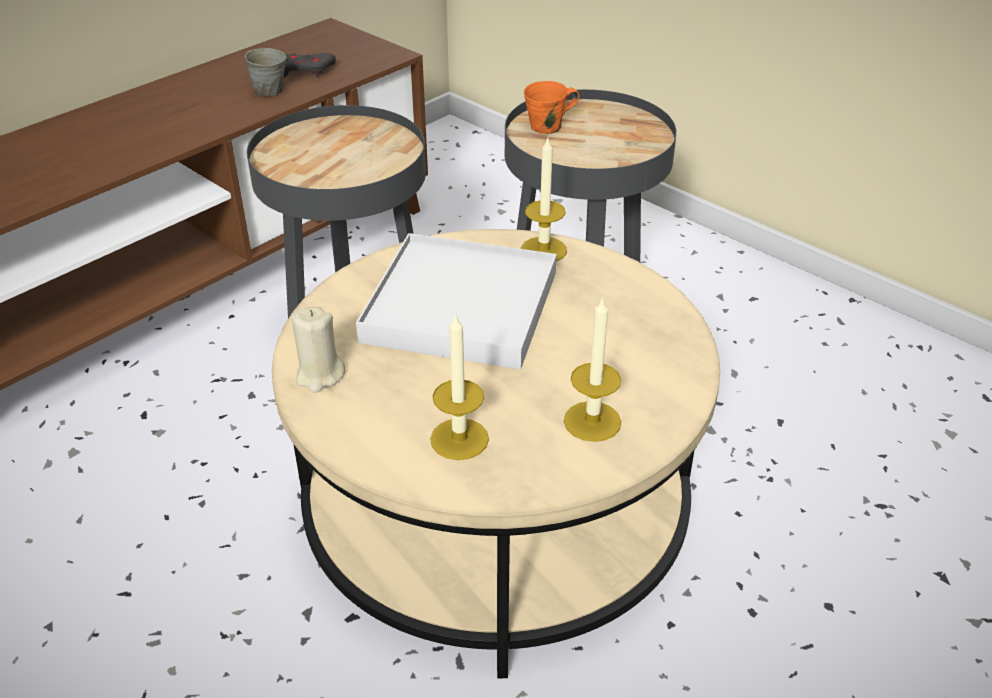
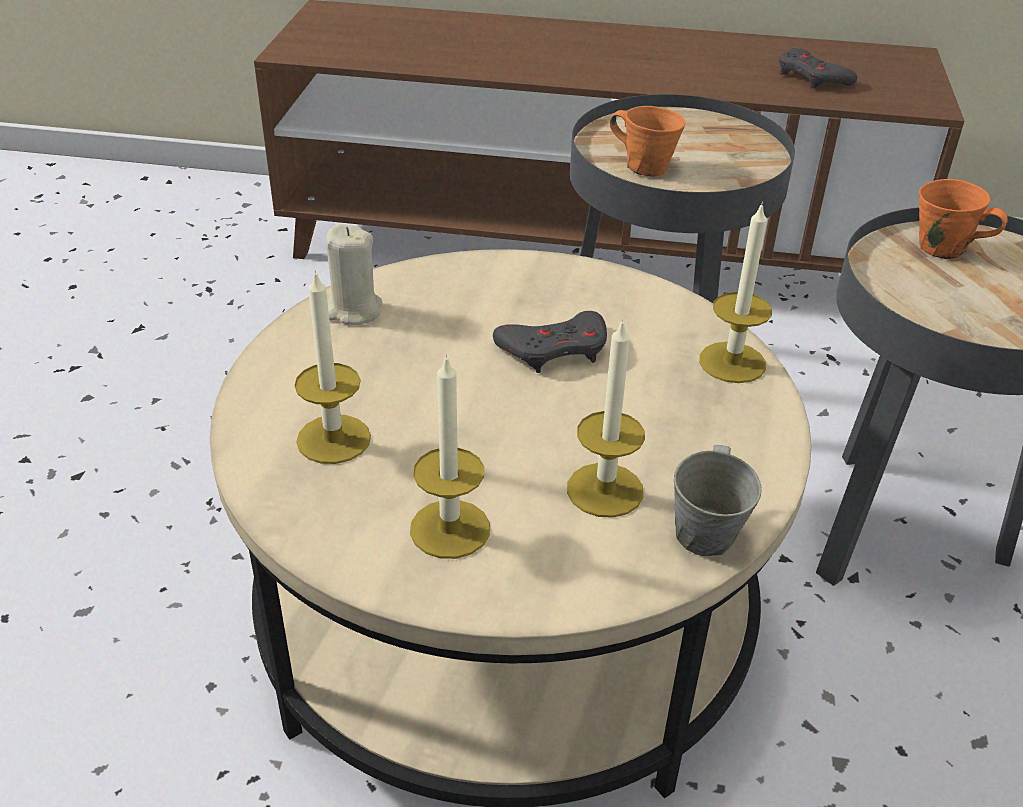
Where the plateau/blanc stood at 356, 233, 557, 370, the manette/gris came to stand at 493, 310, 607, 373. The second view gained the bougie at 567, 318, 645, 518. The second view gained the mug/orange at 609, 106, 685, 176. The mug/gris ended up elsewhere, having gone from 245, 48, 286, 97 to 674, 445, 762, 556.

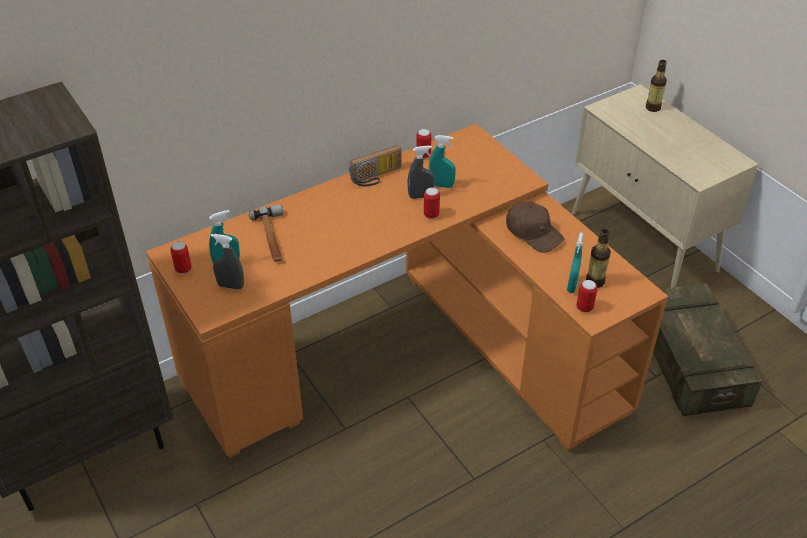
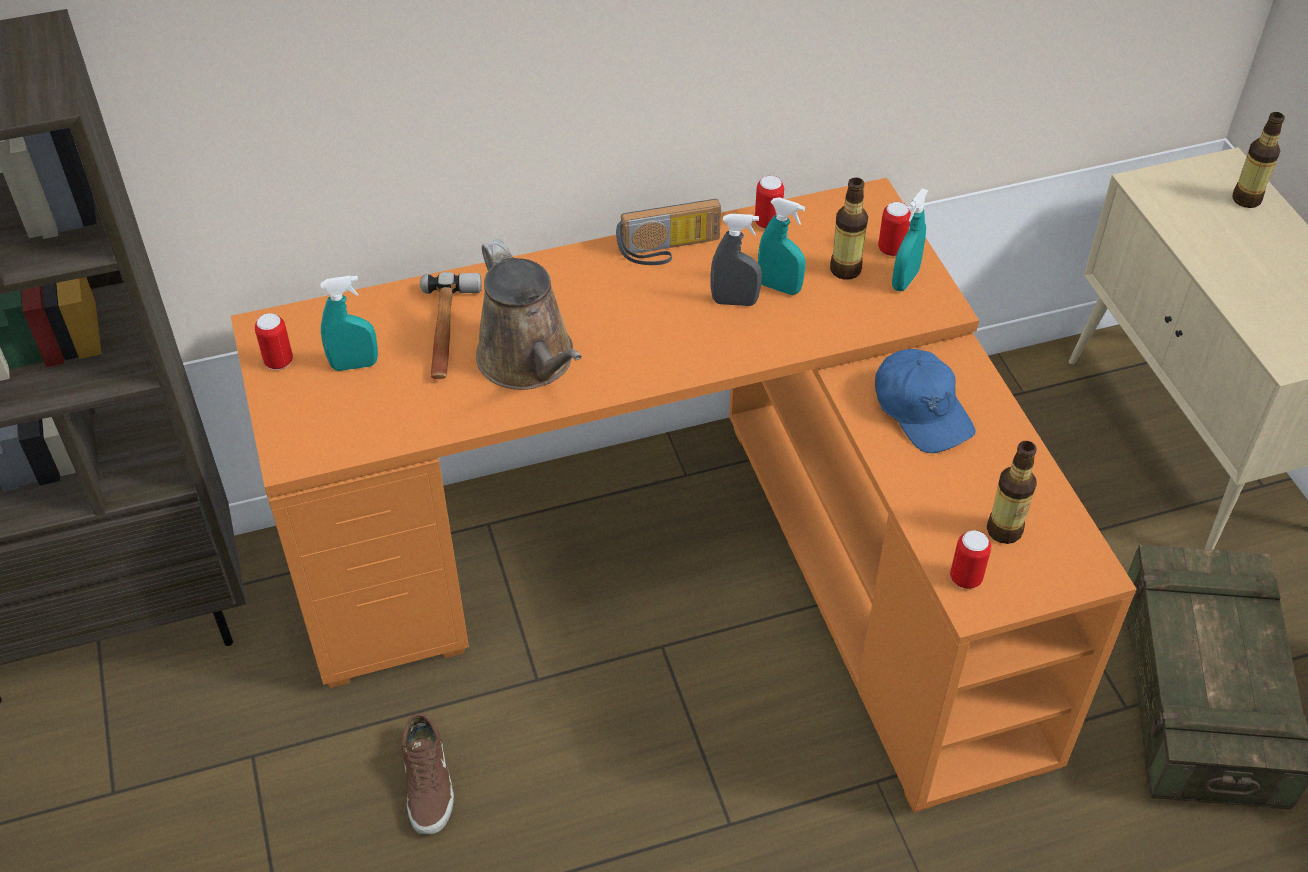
The second view gained the chaussure/marron at 401, 713, 454, 835. The second view gained the arrosoir/marron at 476, 239, 582, 390. The second view gained the bouteille at 830, 177, 868, 280. What was the casquette/marron at 506, 202, 564, 253 turned into the casquette/bleu at 875, 349, 976, 453. The boîte métallique ended up elsewhere, having gone from 424, 188, 440, 218 to 878, 202, 911, 256. The vaporisateur/turquoise ended up elsewhere, having gone from 567, 232, 584, 293 to 892, 188, 928, 291. The second view lost the vaporisateur/gris at 211, 234, 244, 290.

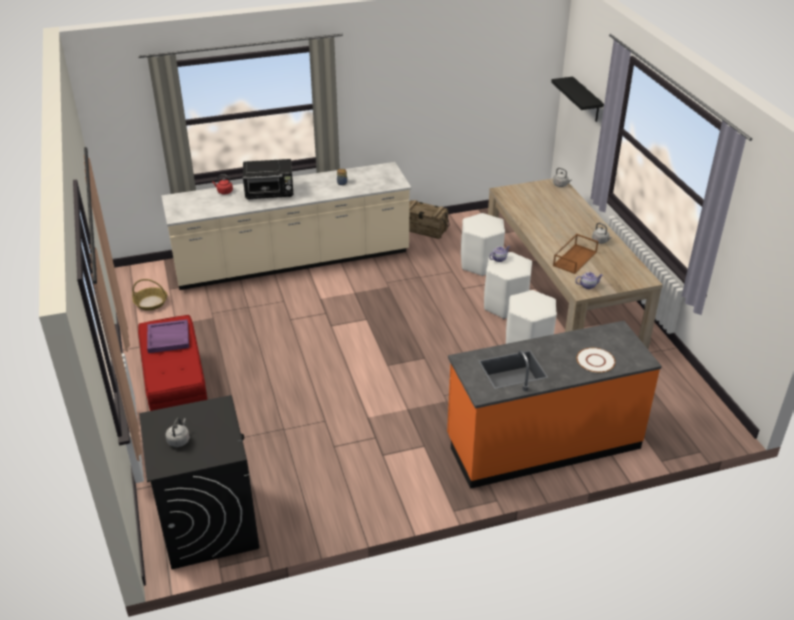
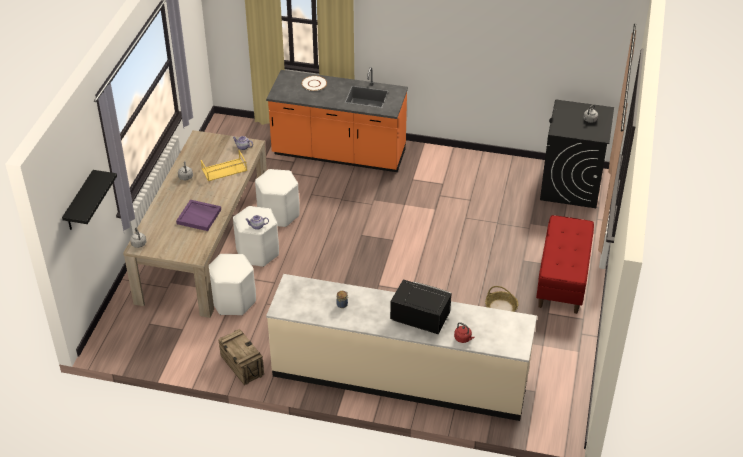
The plateau/violet ended up elsewhere, having gone from 147, 320, 189, 353 to 176, 200, 221, 231. What was the plateau/marron at 553, 234, 598, 274 turned into the plateau/jaune at 201, 150, 247, 181. The panier ended up elsewhere, having gone from 132, 279, 168, 311 to 485, 286, 518, 312.

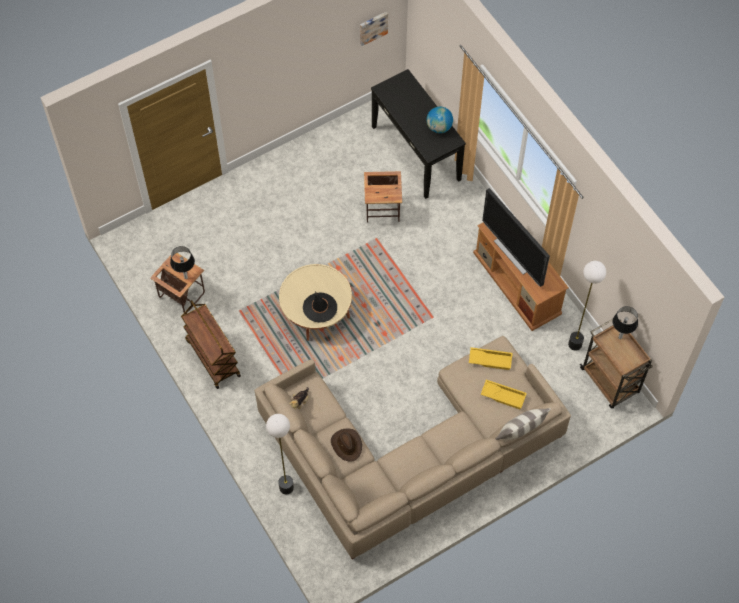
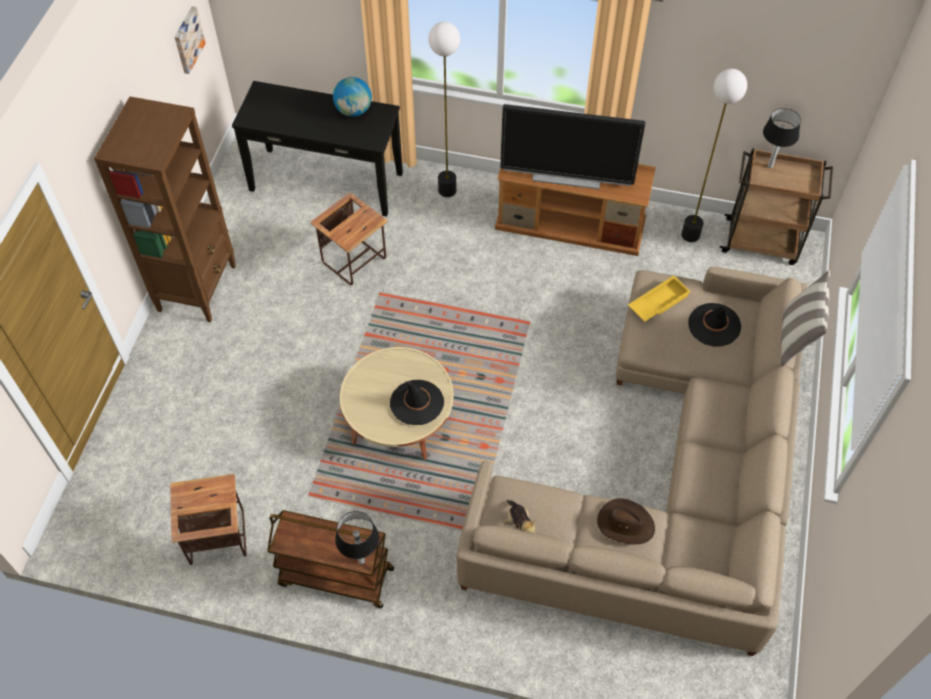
The second view gained the bibliothèque/marron at 94, 96, 236, 322. The lampe de table ended up elsewhere, having gone from 170, 246, 195, 279 to 335, 511, 379, 564. The lampadaire ended up elsewhere, having gone from 266, 414, 294, 494 to 428, 22, 460, 197. Where the plateau/jaune stood at 481, 380, 527, 409, the chapeau/noir came to stand at 688, 303, 741, 347.

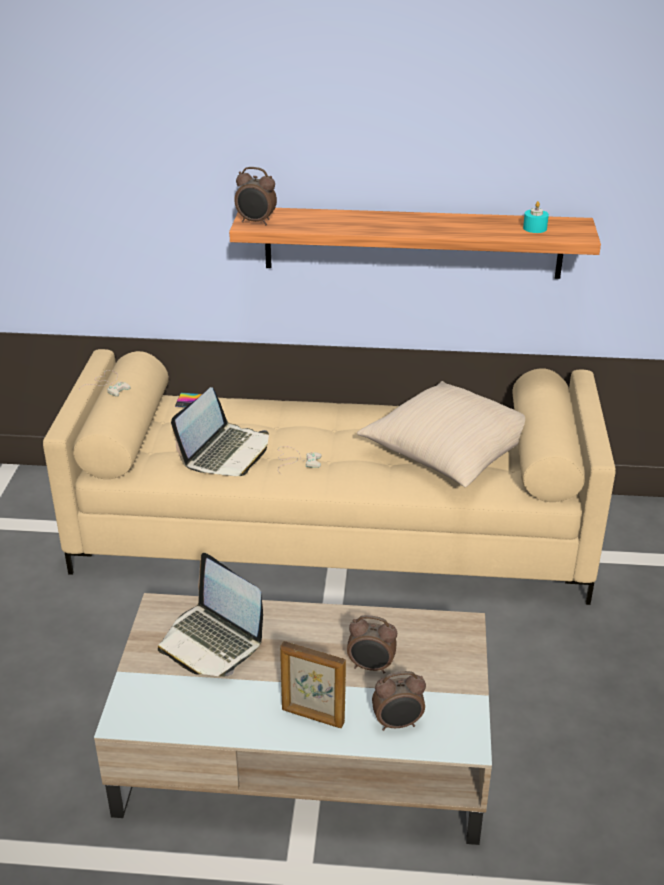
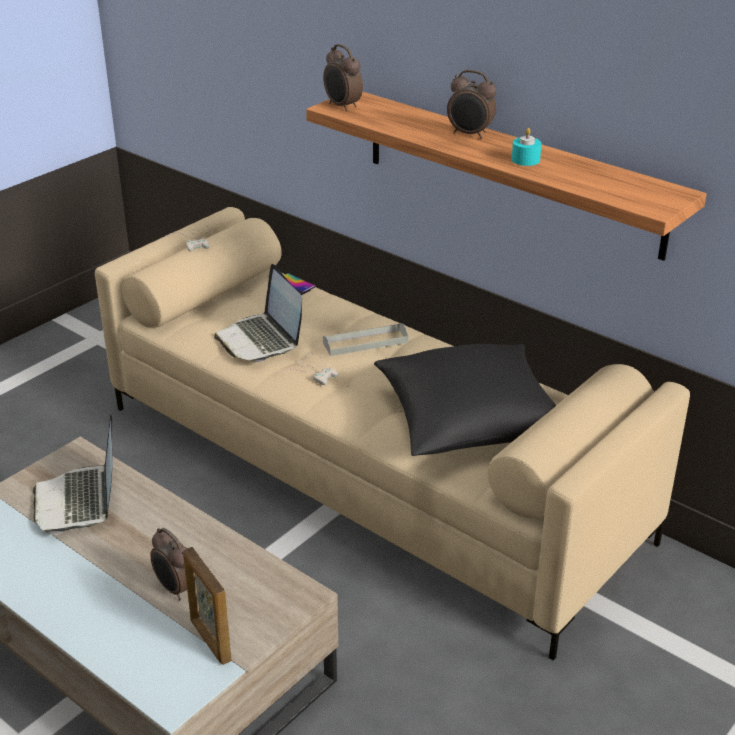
The cadre photo ended up elsewhere, having gone from 280, 641, 346, 728 to 183, 547, 232, 665. The ordinateur portable at 171, 387, 269, 476 ended up facing another way, 90 degrees clockwise from before. The second view gained the plateau/gris at 323, 323, 408, 356. What was the coussin/beige at 357, 381, 525, 487 turned into the coussin/noir at 374, 344, 556, 456. The réveil ended up elsewhere, having gone from 372, 671, 426, 731 to 447, 70, 496, 139. The bougie/turquoise ended up elsewhere, having gone from 523, 201, 549, 233 to 512, 128, 542, 166.

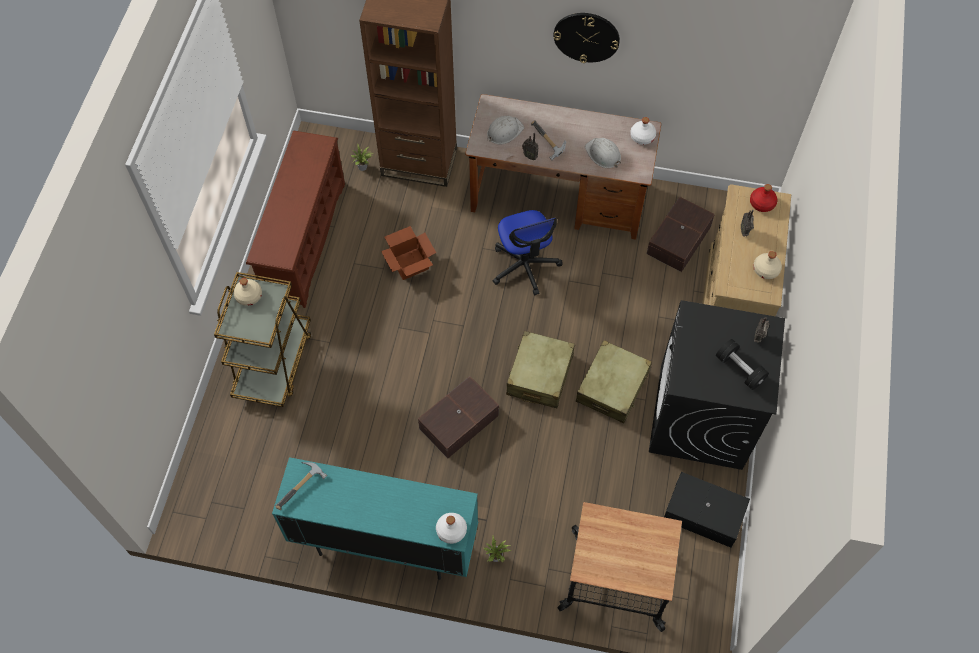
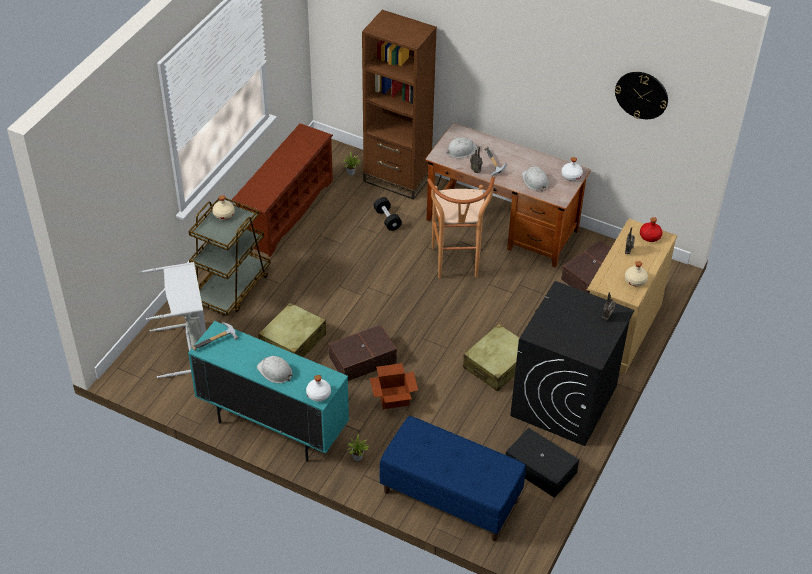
The second view gained the panier à linge/gris at 139, 262, 206, 378. The second view gained the casque de chantier/blanc at 257, 356, 293, 383. The valise/beige ended up elsewhere, having gone from 506, 331, 575, 408 to 258, 303, 326, 357. The carton ended up elsewhere, having gone from 381, 226, 436, 280 to 370, 363, 418, 409. The haltère/noir ended up elsewhere, having gone from 716, 339, 769, 390 to 374, 197, 402, 231. Where the chariot stood at 558, 502, 682, 632, the banc/bleu came to stand at 380, 416, 526, 541. Where the chaise de bureau stood at 493, 210, 563, 295, the tabouret/marron came to stand at 427, 177, 495, 279. The horloge murale ended up elsewhere, having gone from 553, 13, 620, 63 to 615, 72, 668, 119.

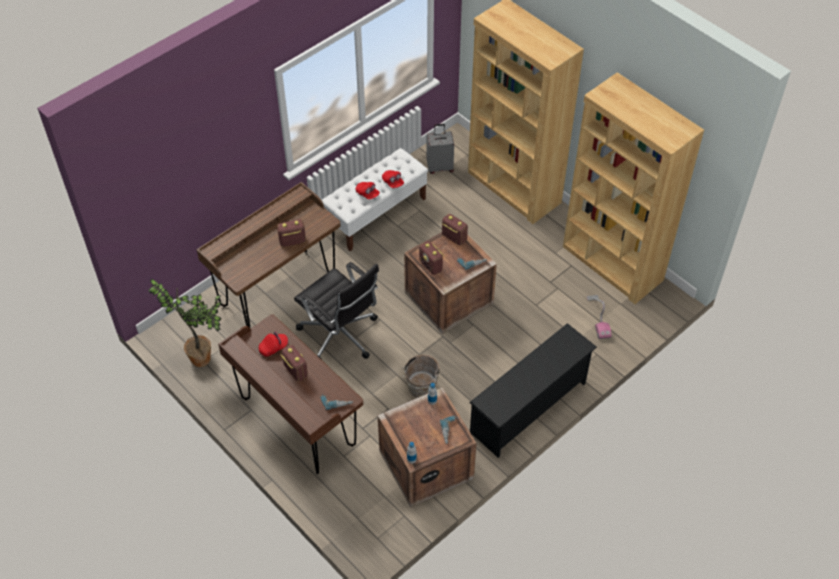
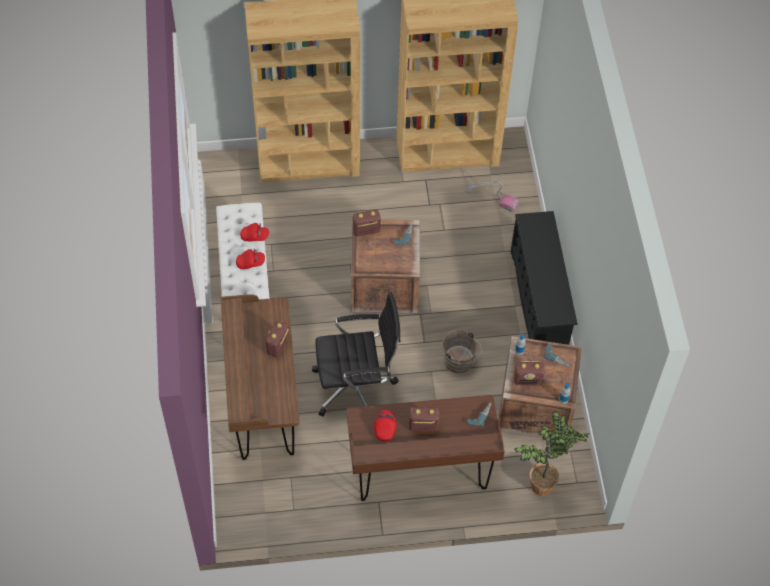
The radio ended up elsewhere, having gone from 419, 241, 444, 275 to 514, 361, 545, 386. The plante en pot ended up elsewhere, having gone from 148, 278, 222, 367 to 514, 411, 590, 496. The second view lost the valise/gris at 426, 124, 454, 174.

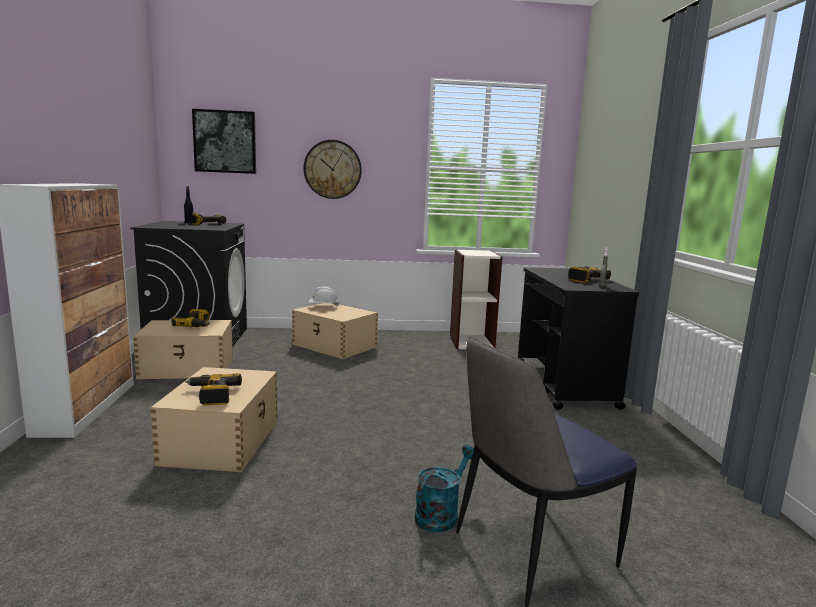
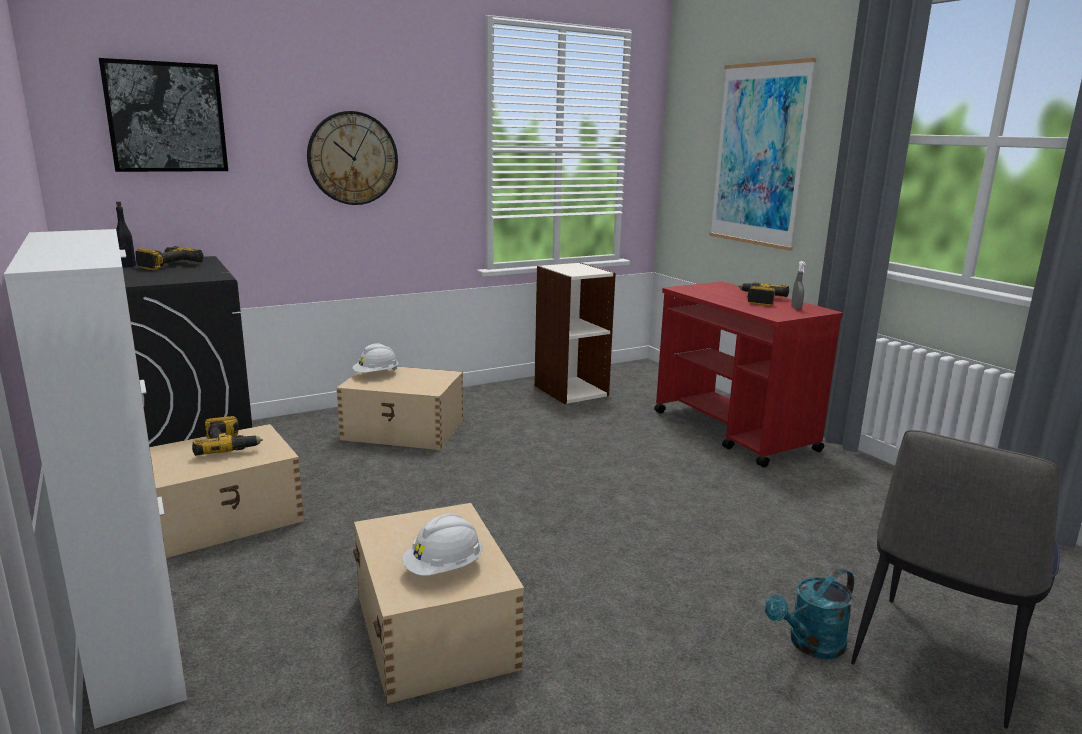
Where the perceuse stood at 186, 373, 242, 405, the casque de chantier/blanc came to stand at 402, 514, 483, 576. What was the chariot/noir at 518, 267, 639, 410 turned into the chariot/rouge at 654, 282, 843, 467. The second view gained the tableau at 709, 58, 816, 251. The arrosoir/turquoise at 415, 445, 474, 532 ended up facing another way, 135 degrees counterclockwise from before.

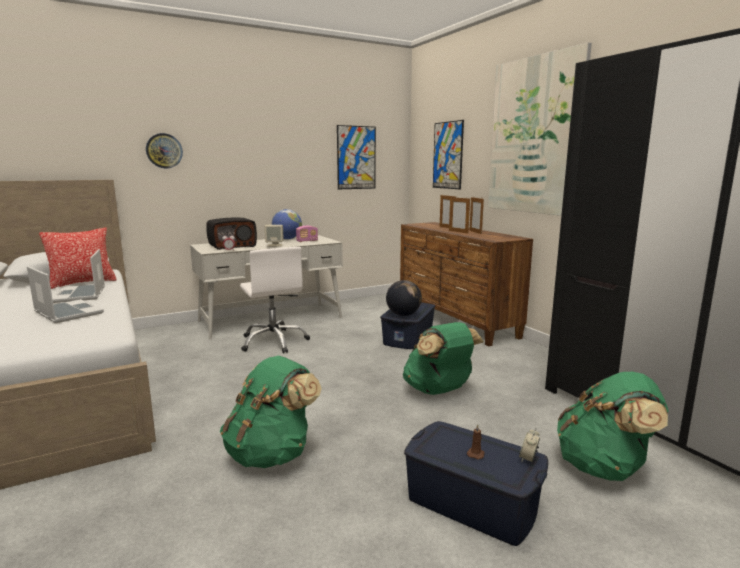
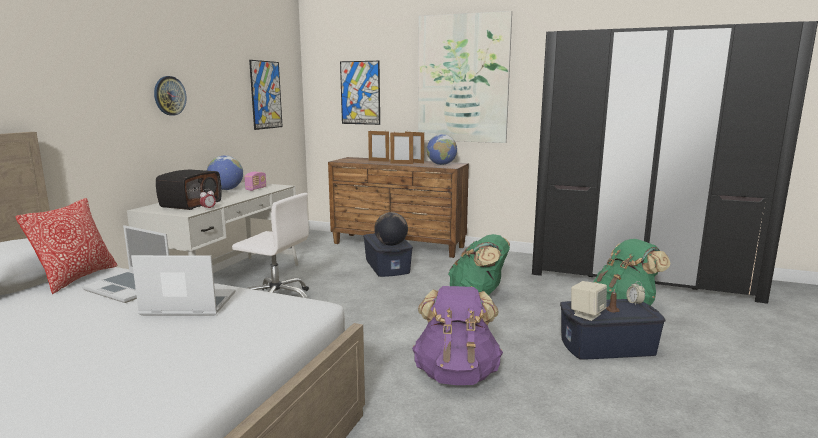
The horloge murale ended up elsewhere, having gone from 146, 133, 183, 168 to 154, 76, 187, 116. What was the sac à dos/vert at 220, 356, 322, 468 turned into the sac à dos/violet at 412, 286, 503, 385. The second view gained the globe at 427, 134, 457, 165. The enceinte/beige ended up elsewhere, having gone from 265, 225, 284, 247 to 571, 281, 607, 321.

